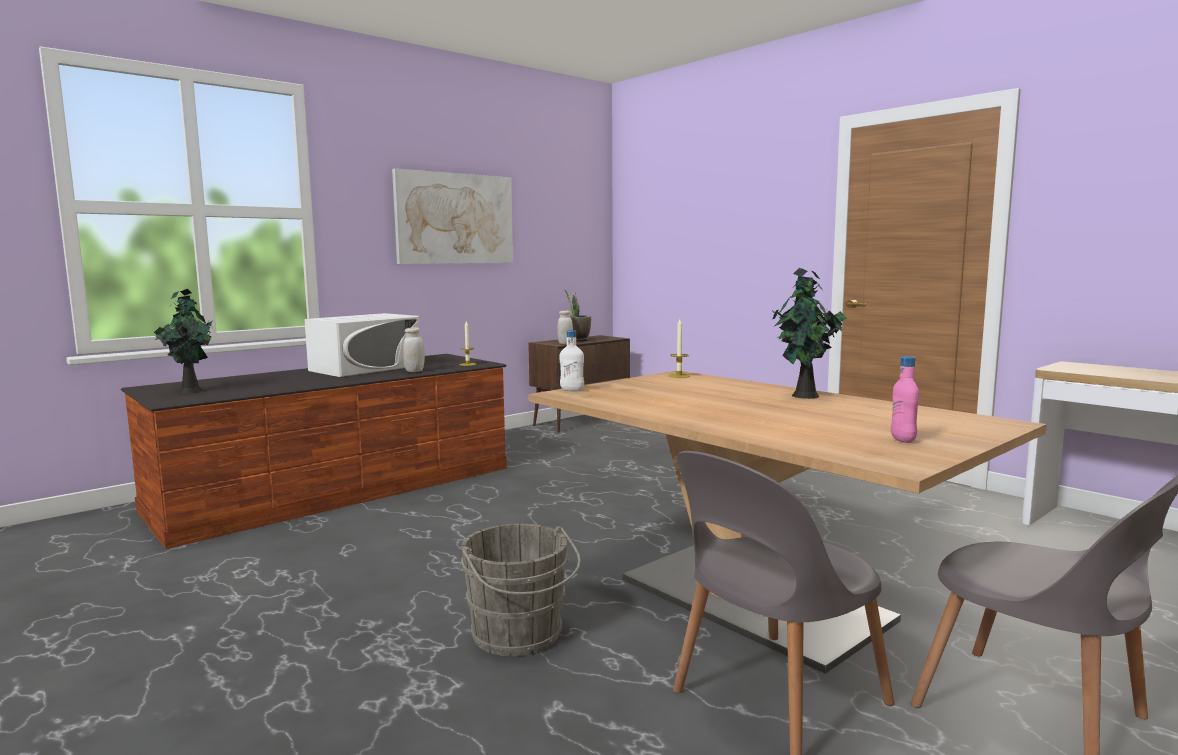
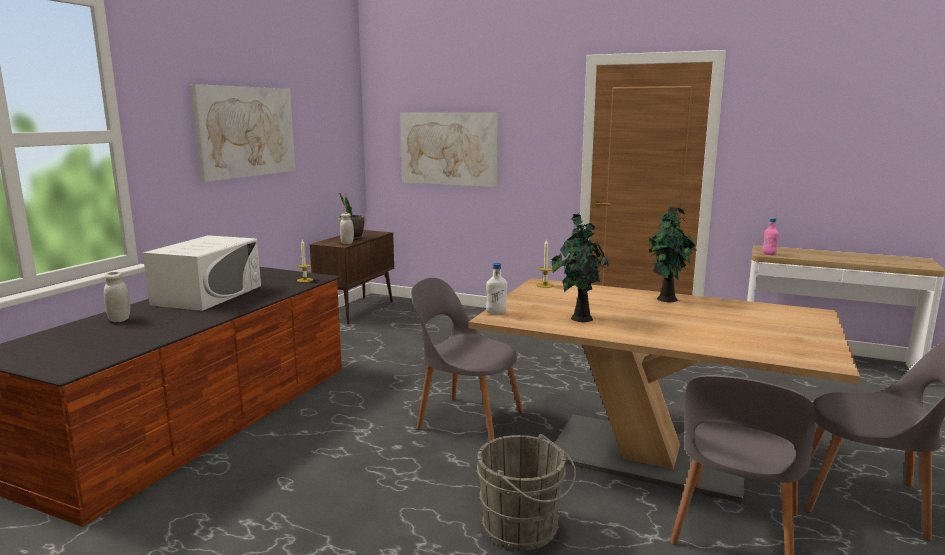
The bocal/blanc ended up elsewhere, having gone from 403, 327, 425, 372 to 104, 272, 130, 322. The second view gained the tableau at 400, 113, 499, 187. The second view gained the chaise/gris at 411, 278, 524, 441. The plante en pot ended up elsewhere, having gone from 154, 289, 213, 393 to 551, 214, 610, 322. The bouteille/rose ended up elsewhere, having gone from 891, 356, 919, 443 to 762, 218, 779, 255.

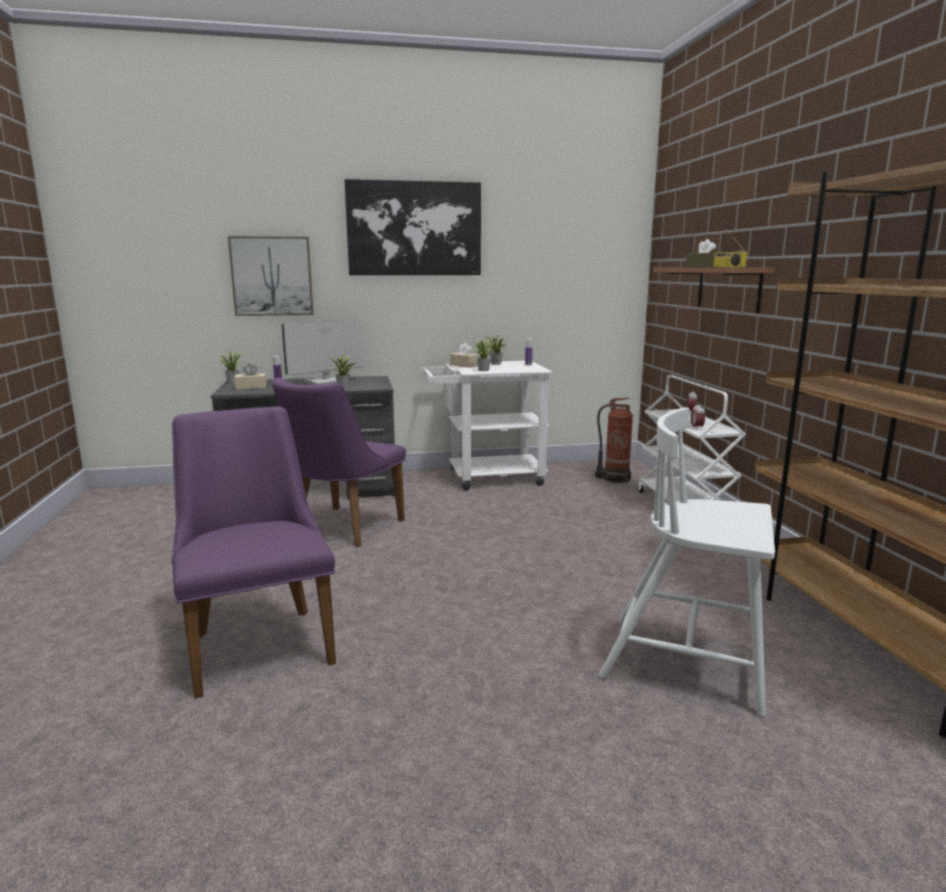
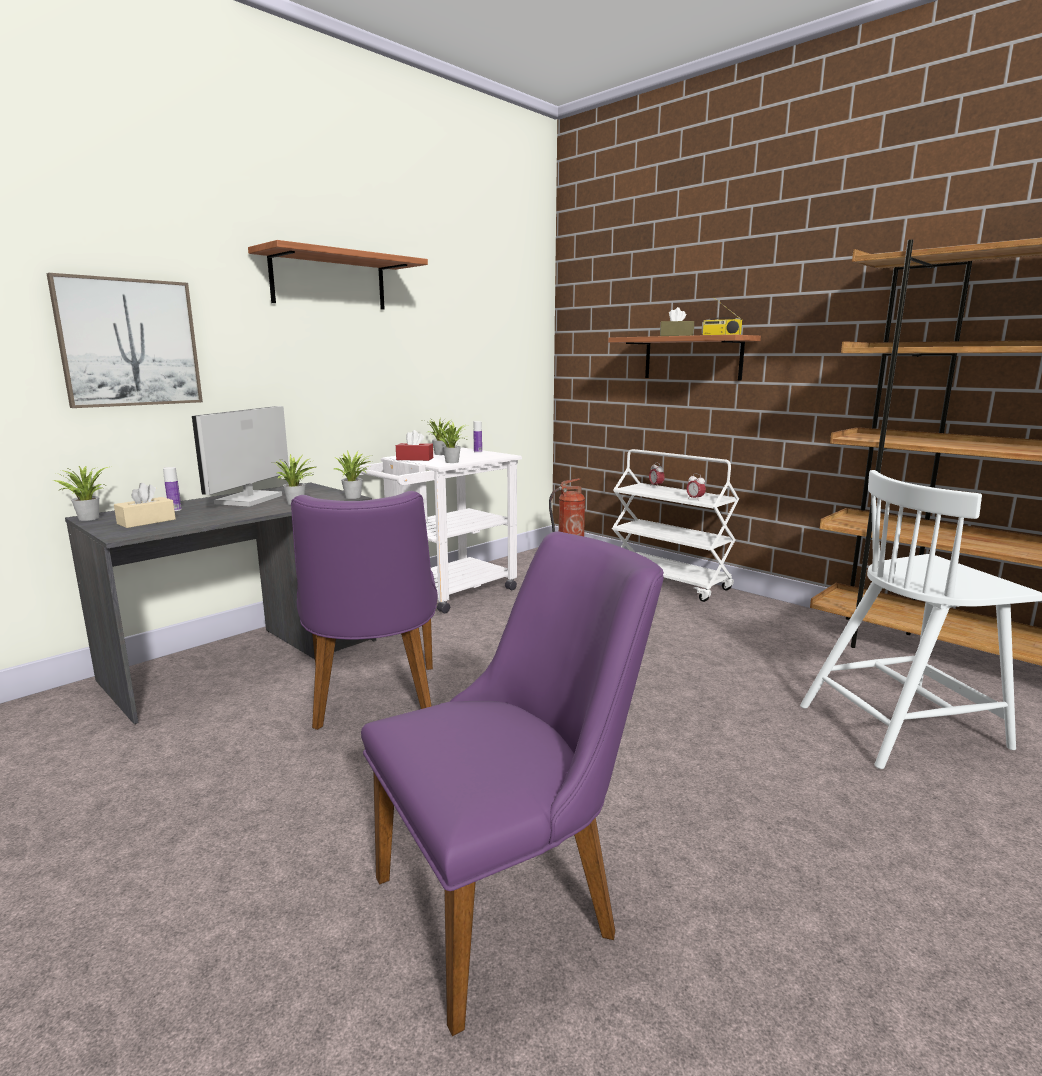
Where the tableau hung at 345, 179, 481, 275, the étagère came to hang at 248, 240, 428, 310. The second view gained the plante en pot at 334, 450, 372, 499. The chaise/violet at 172, 406, 336, 699 ended up facing another way, 120 degrees clockwise from before. What was the boîte à mouchoirs/beige at 450, 343, 479, 368 turned into the boîte à mouchoirs/rouge at 396, 430, 433, 461.

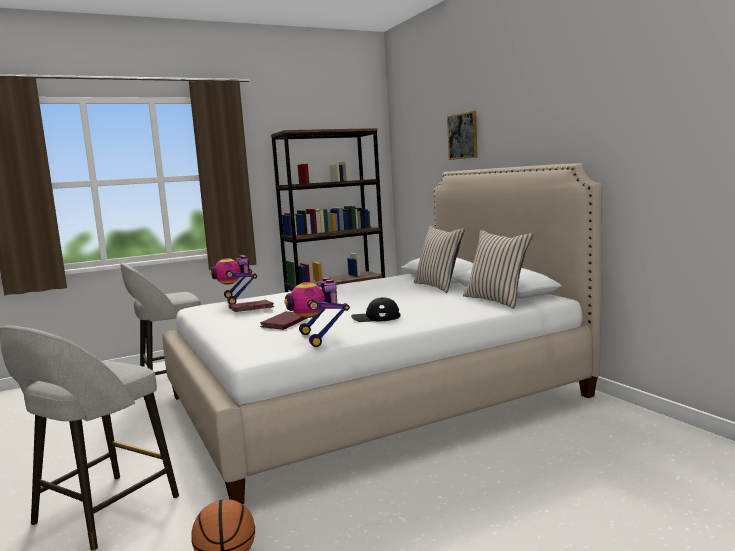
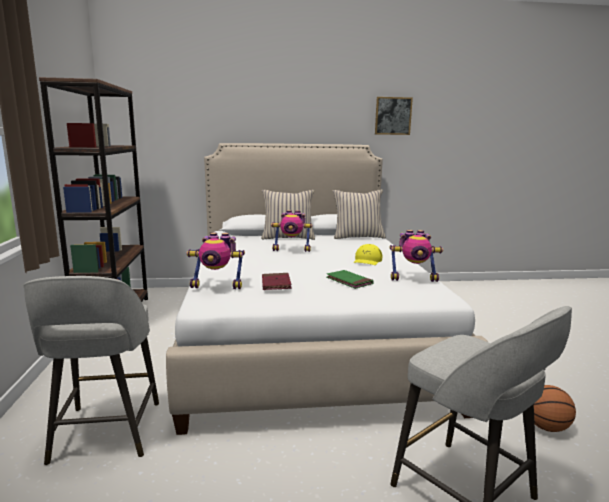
The second view gained the robot jouet at 271, 210, 312, 252. What was the livre/rouge at 260, 311, 308, 330 turned into the livre/vert at 326, 270, 374, 289. What was the casquette/noir at 351, 297, 400, 322 turned into the casquette/jaune at 353, 244, 383, 265. The tableau ended up elsewhere, having gone from 447, 111, 478, 160 to 375, 97, 413, 135.

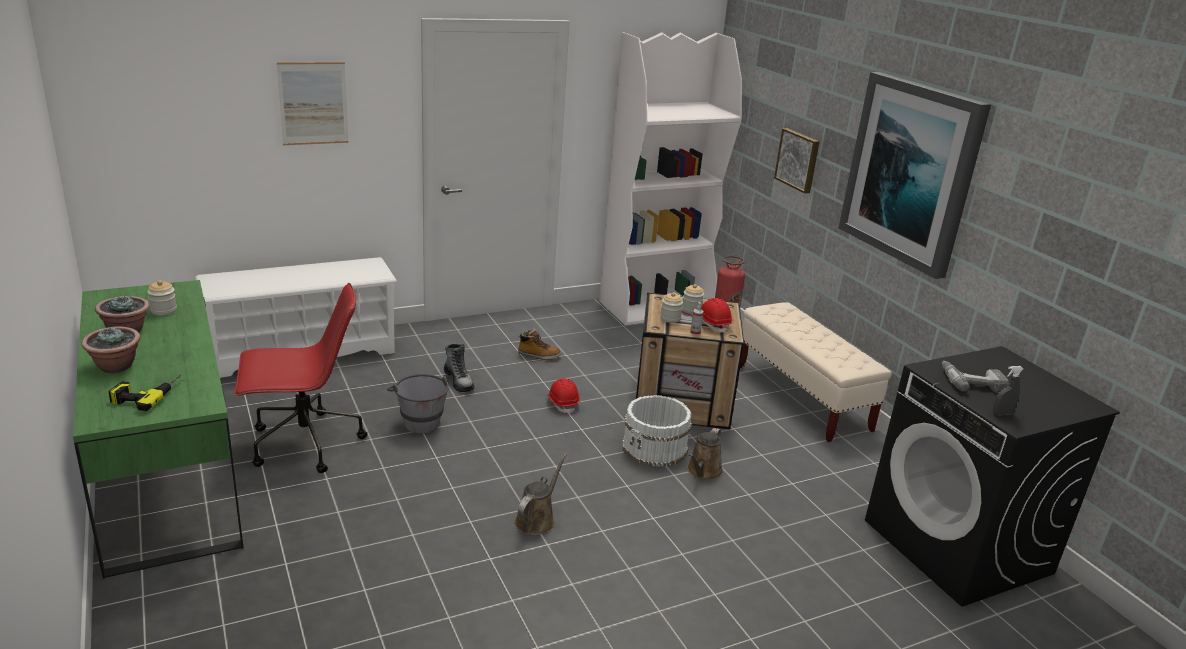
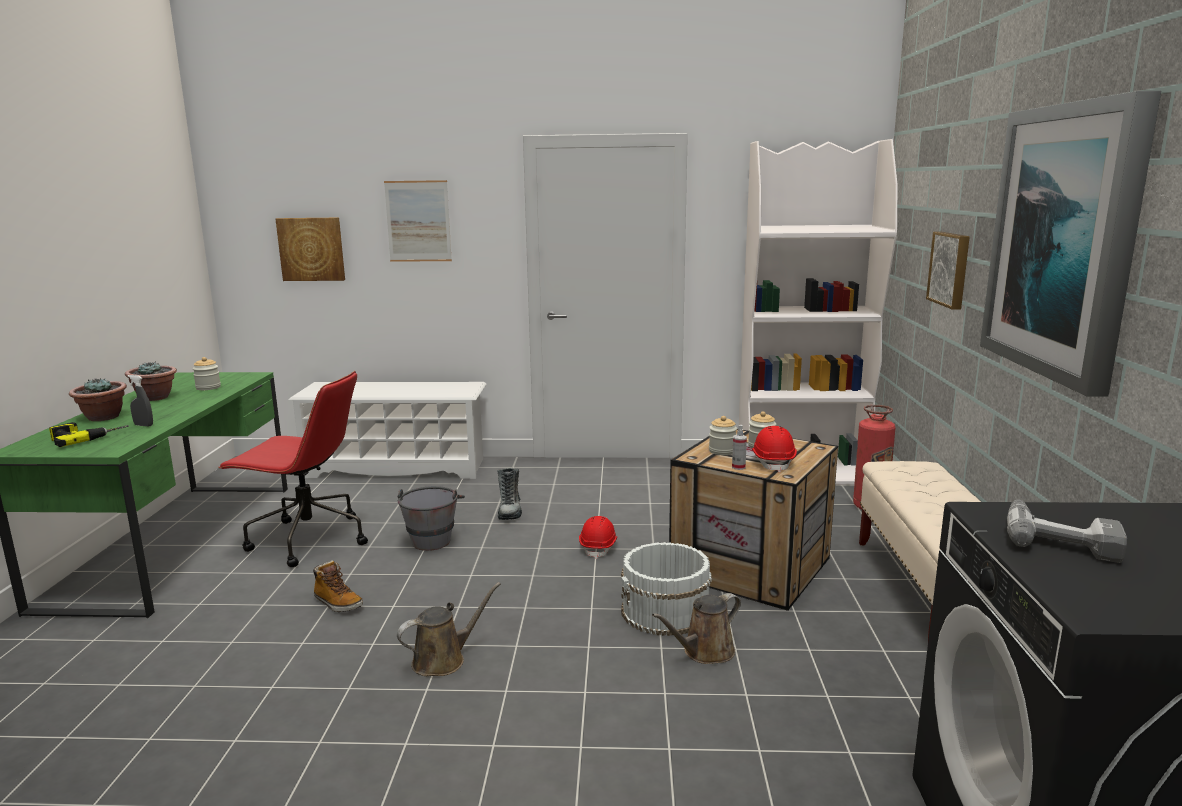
The vaporisateur/gris ended up elsewhere, having gone from 993, 366, 1023, 415 to 127, 375, 153, 426. The second view gained the tableau at 275, 218, 345, 281. The botte ended up elsewhere, having gone from 518, 329, 561, 360 to 313, 561, 363, 612.

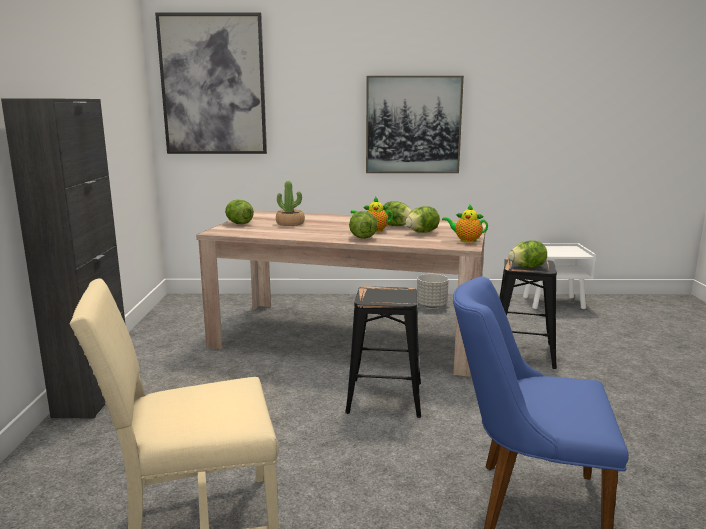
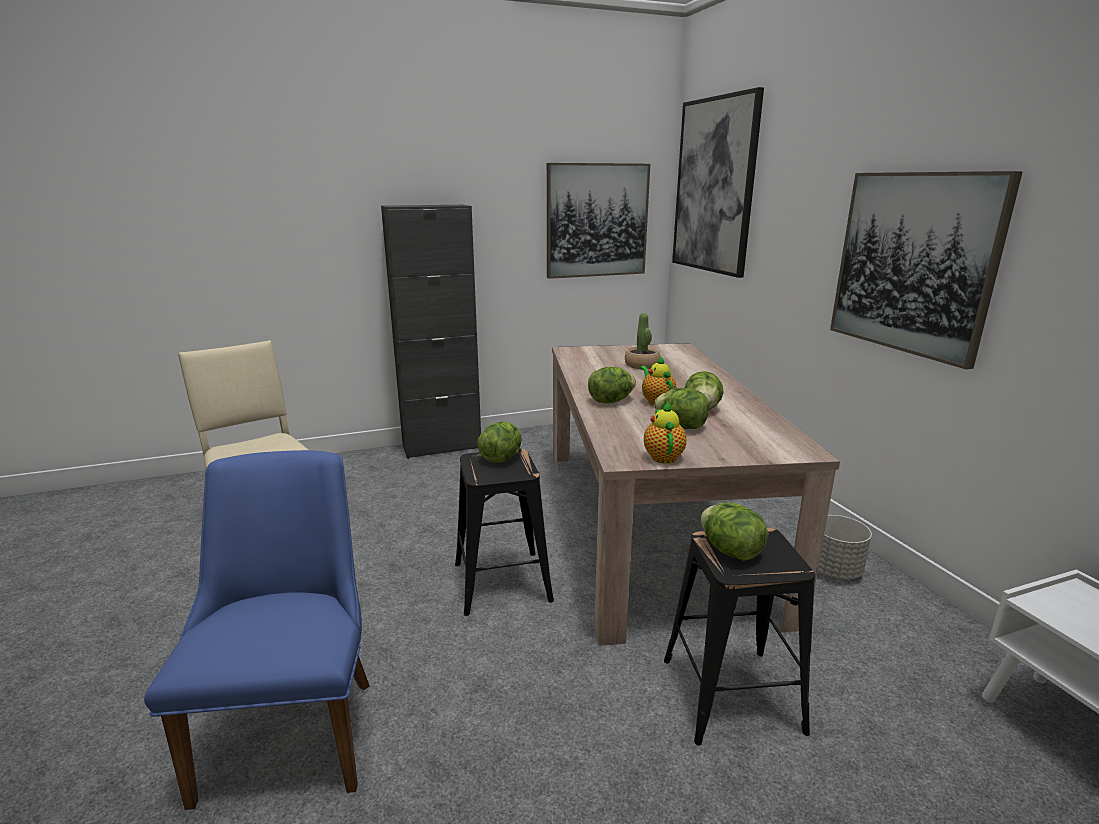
The laitue ended up elsewhere, having gone from 225, 200, 254, 224 to 477, 422, 522, 463. The second view gained the tableau at 547, 163, 650, 279.

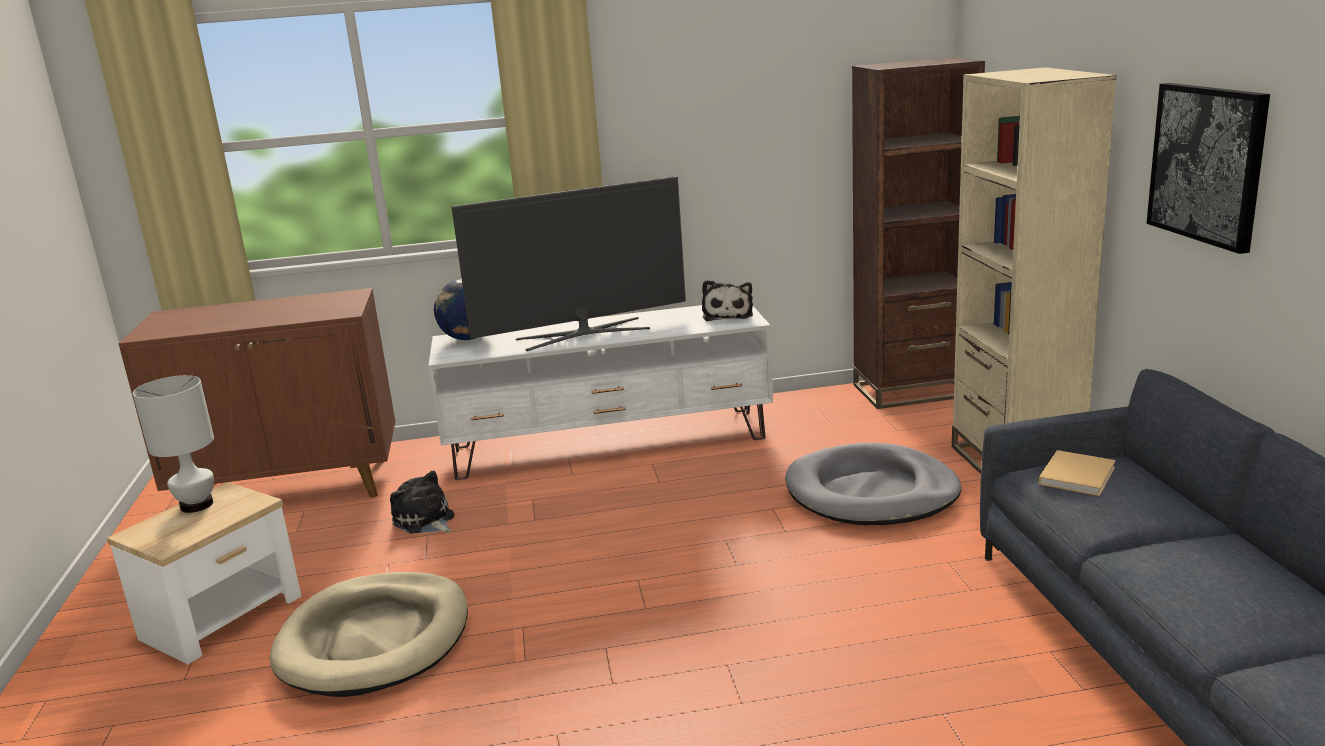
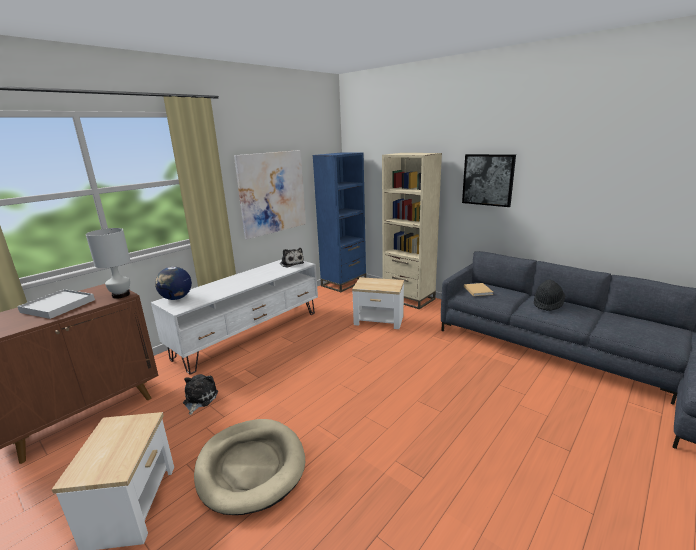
The second view gained the plateau/blanc at 17, 289, 95, 319. The lampe de table/blanc ended up elsewhere, having gone from 133, 375, 214, 513 to 86, 228, 130, 299. The peluche at 390, 471, 454, 534 ended up facing another way, 90 degrees clockwise from before. The second view gained the tableau at 234, 150, 306, 239. What was the bibliothèque/marron at 852, 57, 985, 409 turned into the bibliothèque/bleu at 313, 152, 366, 292. Where the panier pour chien/gris stood at 785, 443, 961, 525, the table d'appoint came to stand at 352, 277, 404, 329. The second view gained the chapeau/noir at 534, 280, 565, 311. The second view lost the téléviseur at 452, 176, 686, 351.

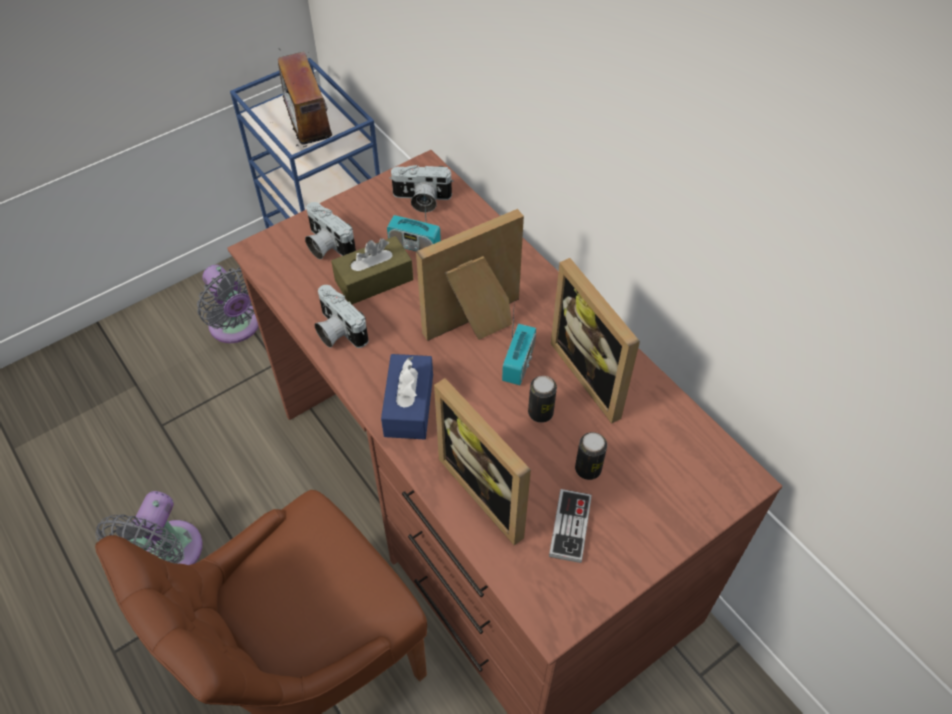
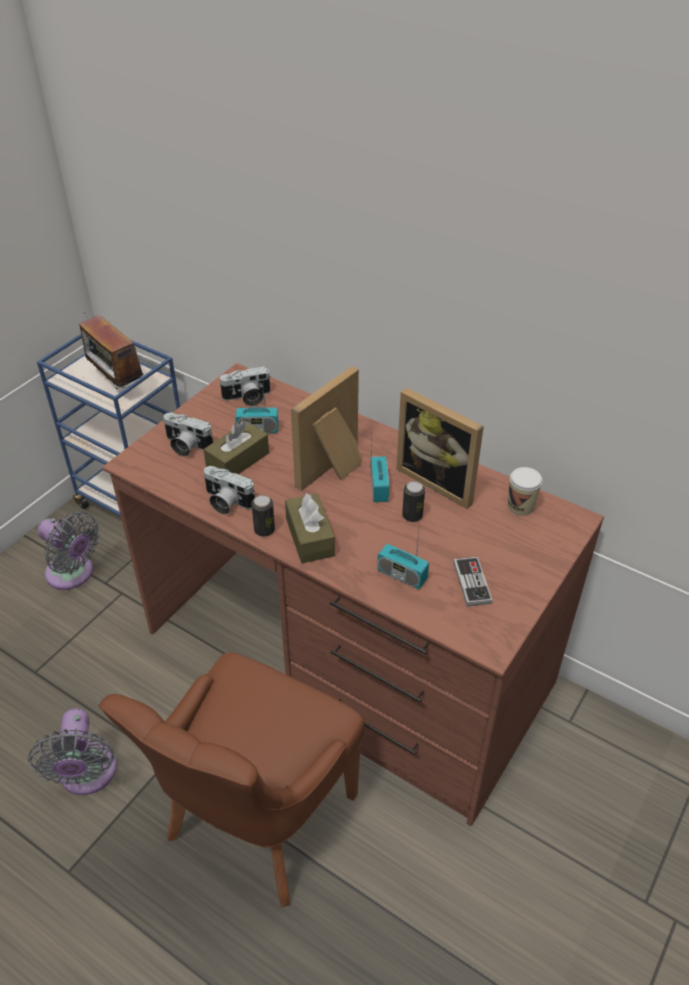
The boîte métallique ended up elsewhere, having gone from 575, 432, 607, 480 to 251, 495, 275, 537. What was the boîte à mouchoirs/bleu at 381, 354, 433, 439 turned into the boîte à mouchoirs/marron at 285, 493, 335, 563. Where the cadre photo stood at 434, 378, 531, 545, the radio came to stand at 377, 522, 429, 589. The second view gained the tasse at 508, 467, 542, 516.

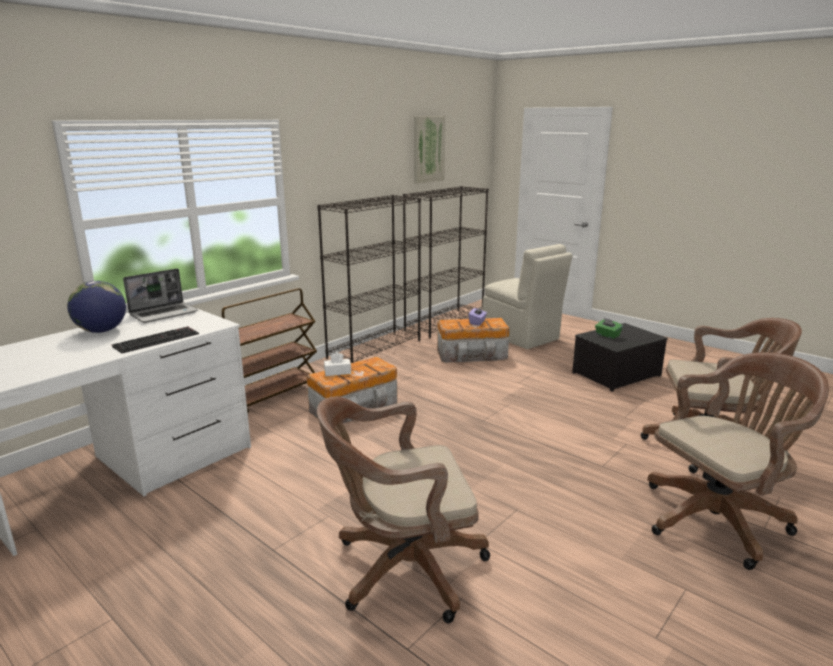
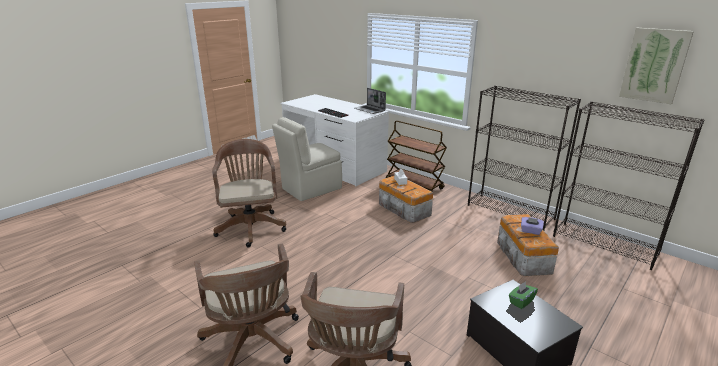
The chaise/beige ended up elsewhere, having gone from 482, 244, 573, 349 to 272, 117, 342, 201. The second view lost the globe at 67, 281, 126, 333.

